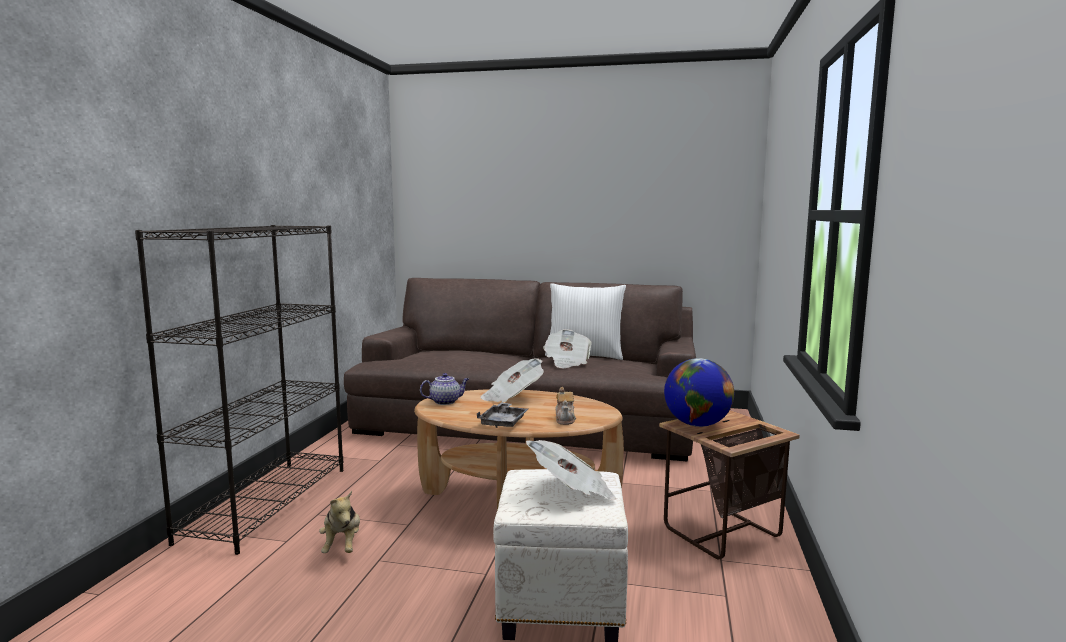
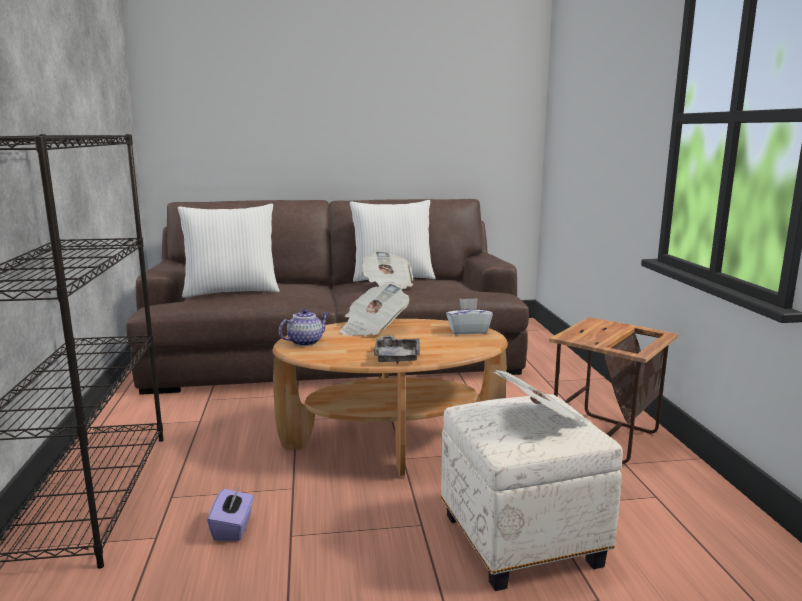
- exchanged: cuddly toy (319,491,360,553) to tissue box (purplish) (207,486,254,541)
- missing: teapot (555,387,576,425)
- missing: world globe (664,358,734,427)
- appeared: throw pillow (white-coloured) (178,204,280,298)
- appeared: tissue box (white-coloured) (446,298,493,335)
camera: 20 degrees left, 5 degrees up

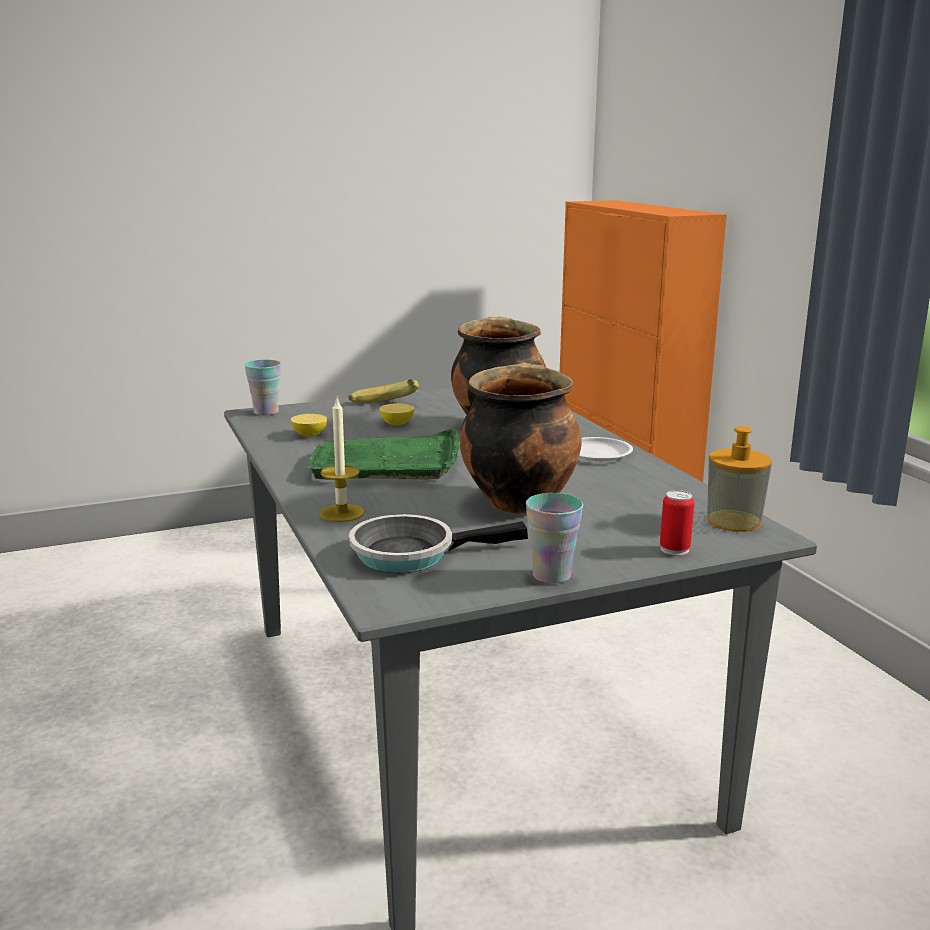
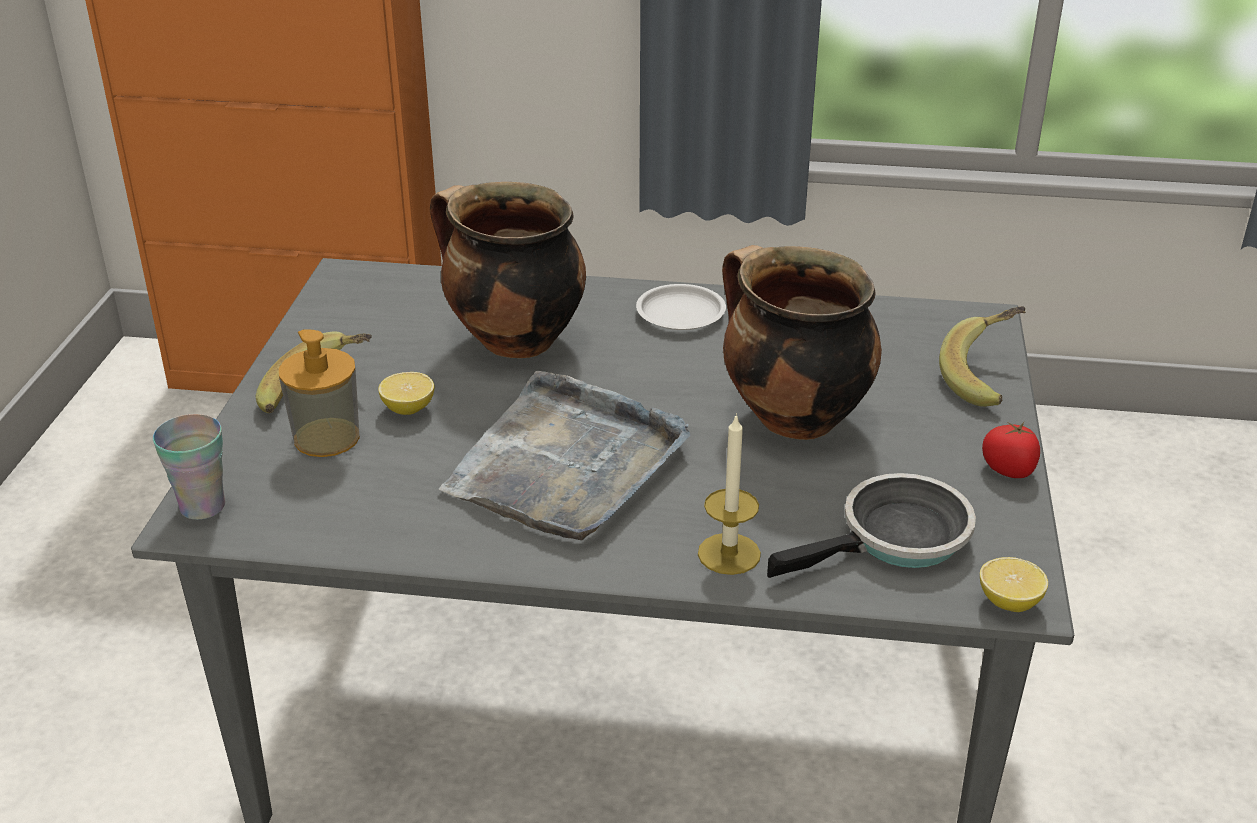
- relocated: lemon (291,414,327,437) to (980,557,1048,612)
- colour: tray (green-coloured) (306,428,460,480) to tray (greyish) (439,371,691,540)
- spun: skillet (349,514,528,573) = (767,473,976,578) 135 degrees counterclockwise
- exchanged: small cup (526,493,583,584) to tomato (982,422,1040,478)
- exchanged: metal can (660,490,694,556) to whole banana (939,306,1026,407)
- relocated: soap dispenser (707,426,772,532) to (279,329,360,457)
camera: 60 degrees left, 15 degrees up

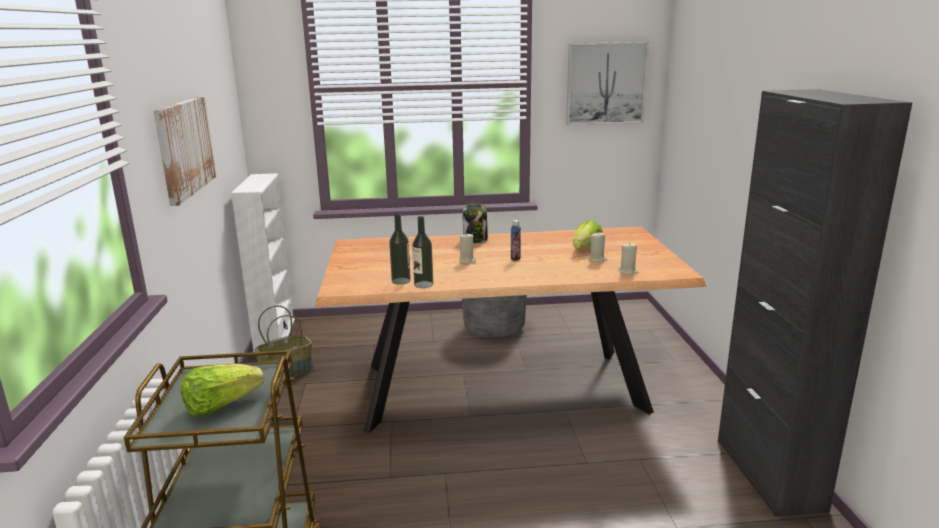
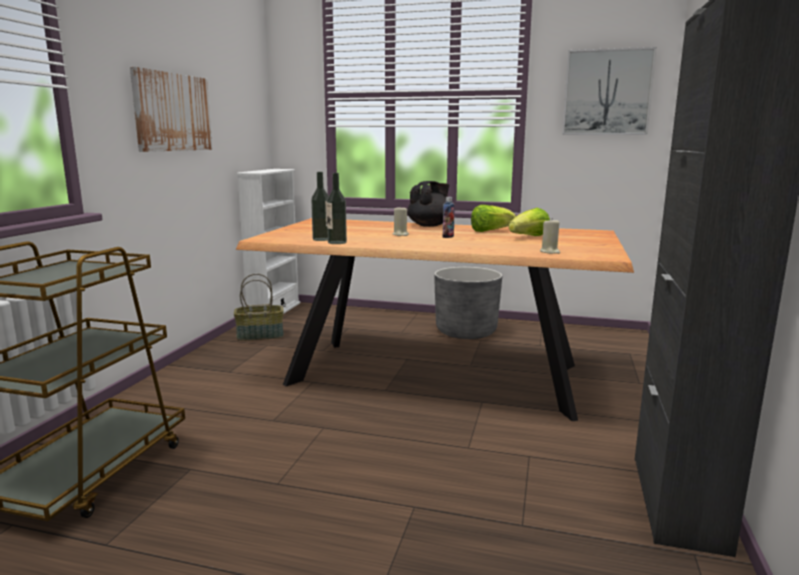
- relocated: head of lettuce (181,364,264,417) to (471,205,516,232)
- exchanged: storage jar (462,203,488,243) to teapot (blackish) (407,181,449,227)
- missing: candle (sand-coloured) (588,232,607,262)
camera: 20 degrees right, 5 degrees down

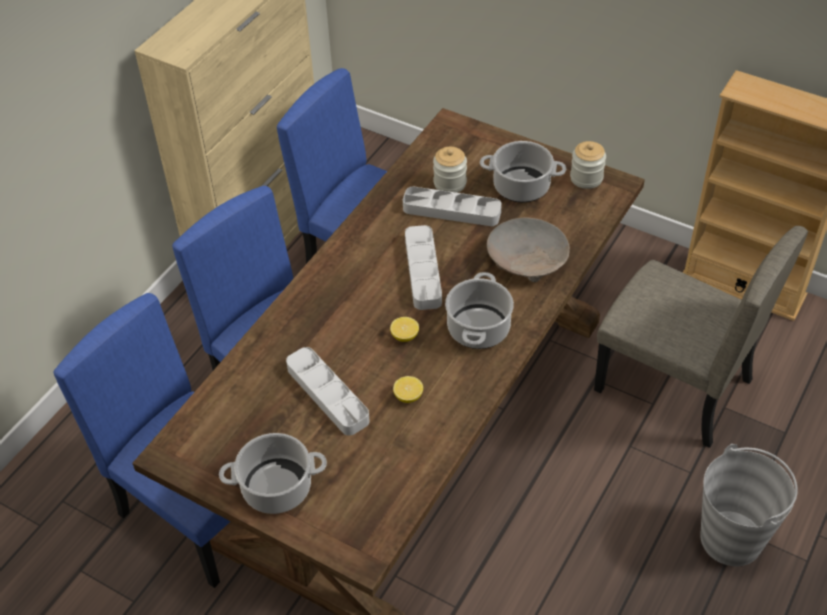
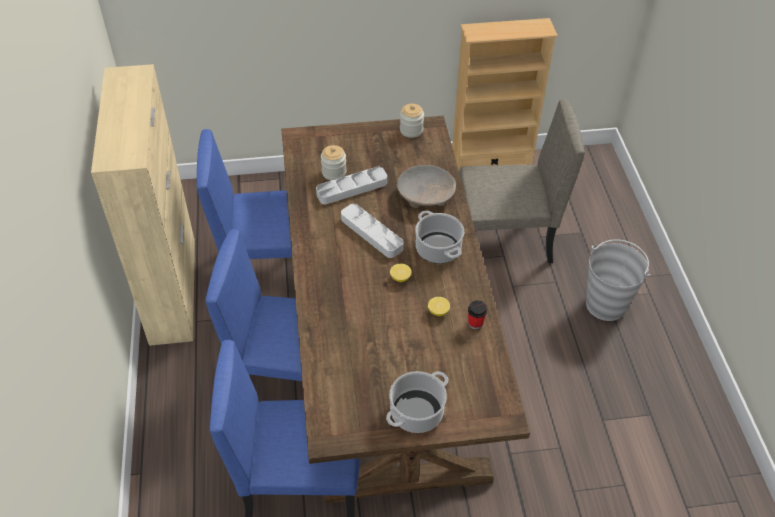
- missing: tray (greyish) (286,347,370,435)
- missing: saucepot (480,141,566,202)
- appeared: small cup (468,300,487,329)
camera: 40 degrees left, 0 degrees up

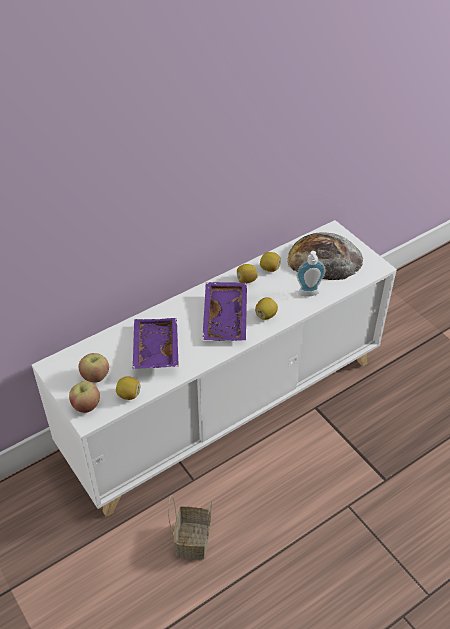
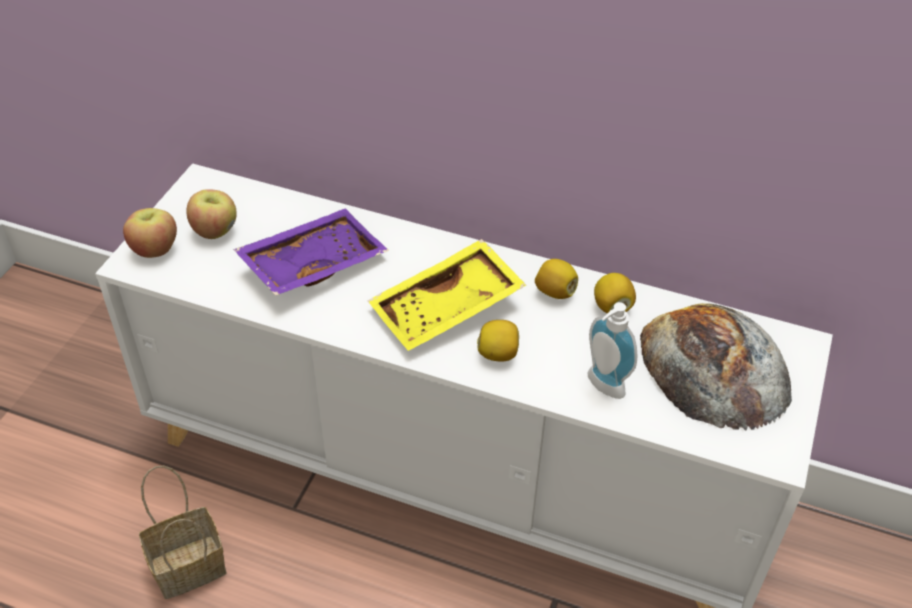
- missing: lemon (116,376,141,400)
- colour: tray (purplish) (202,282,247,341) to tray (yellowish) (368,239,526,351)
camera: 55 degrees right, 0 degrees up

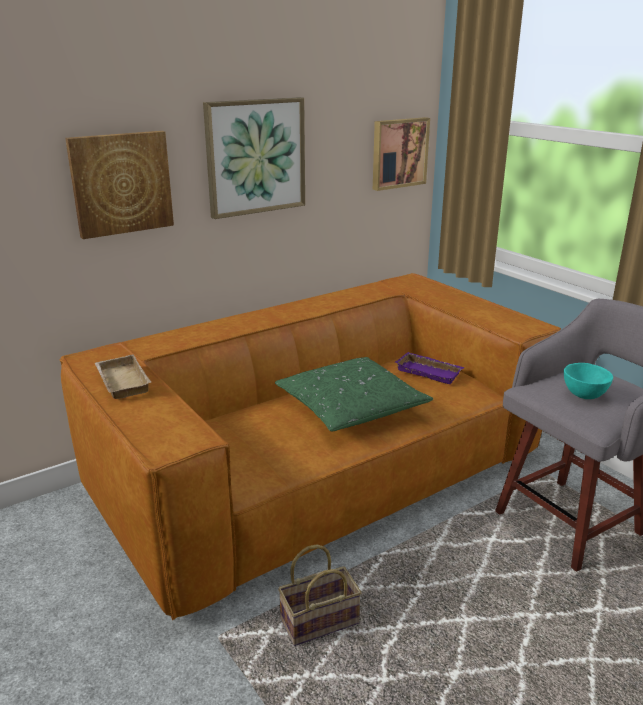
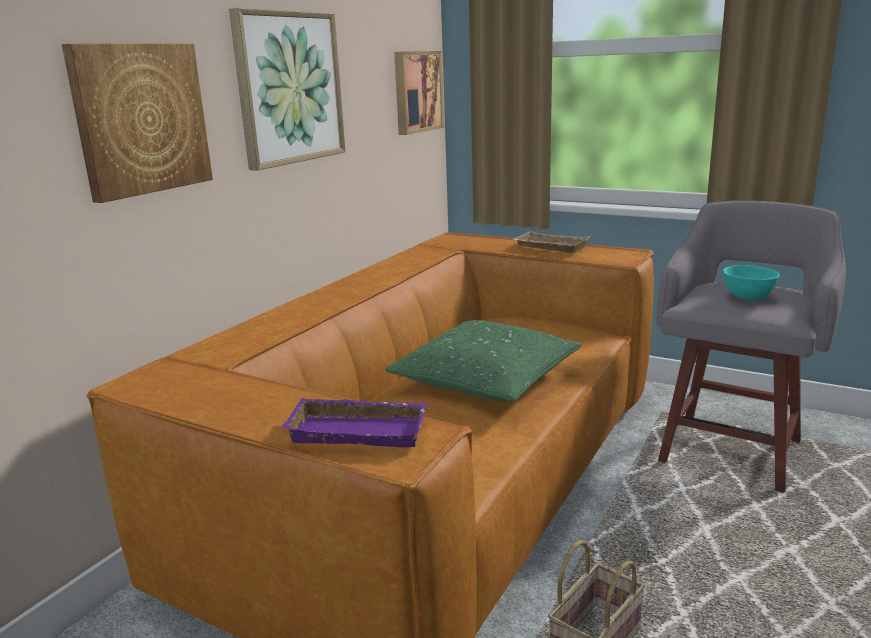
- relocated: tray (sand-coloured) (95,354,151,399) to (512,231,590,253)
- relocated: tray (purplish) (395,352,464,384) to (281,398,427,447)
camera: 25 degrees left, 5 degrees down

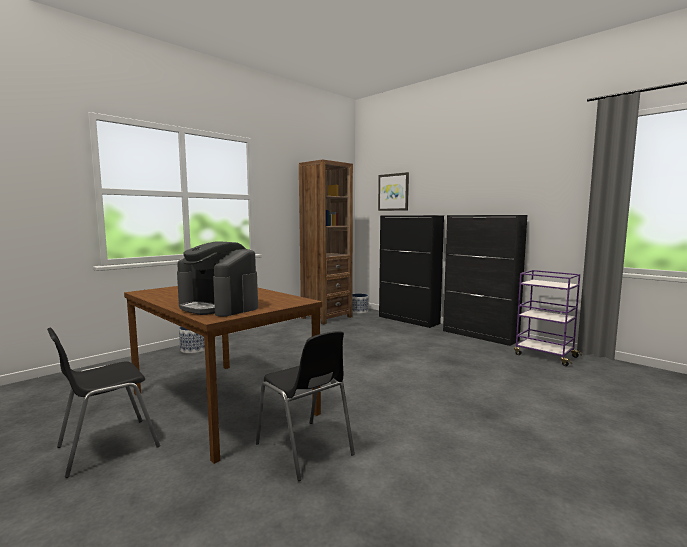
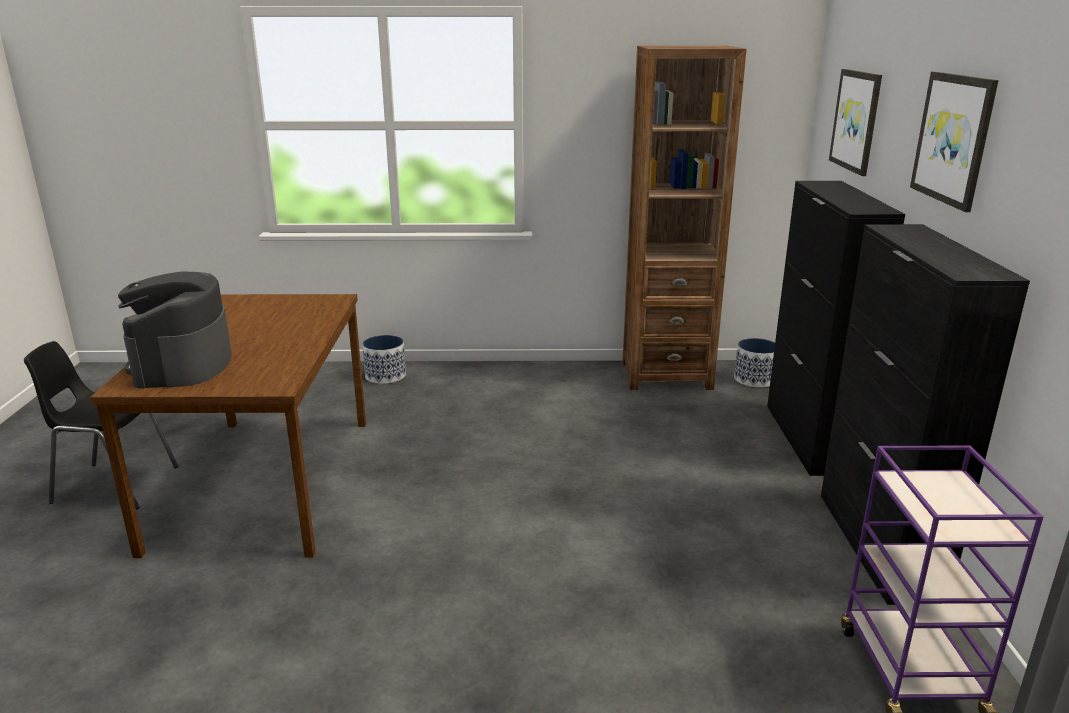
- missing: upright chair (blackish) (256,331,355,481)
- appeared: wall picture (910,72,999,212)
camera: 45 degrees right, 15 degrees up

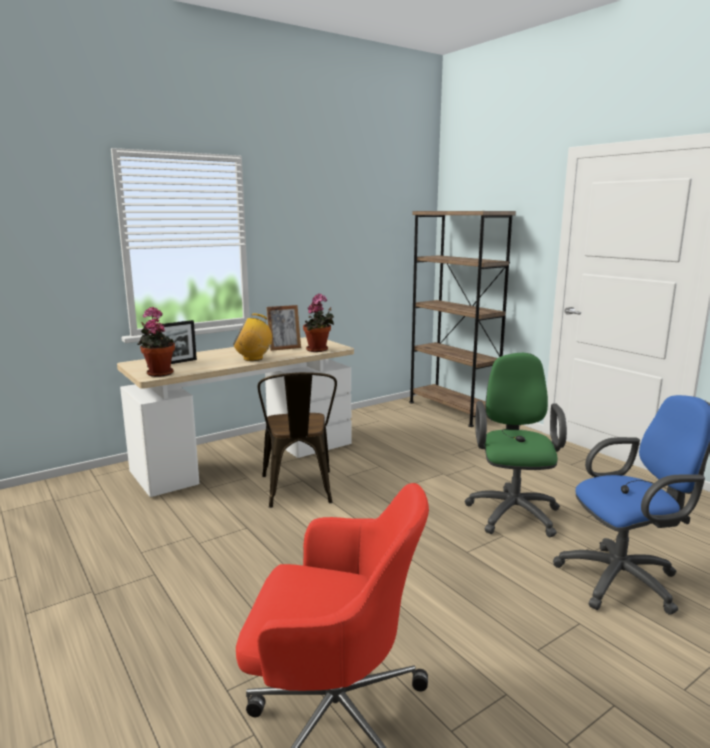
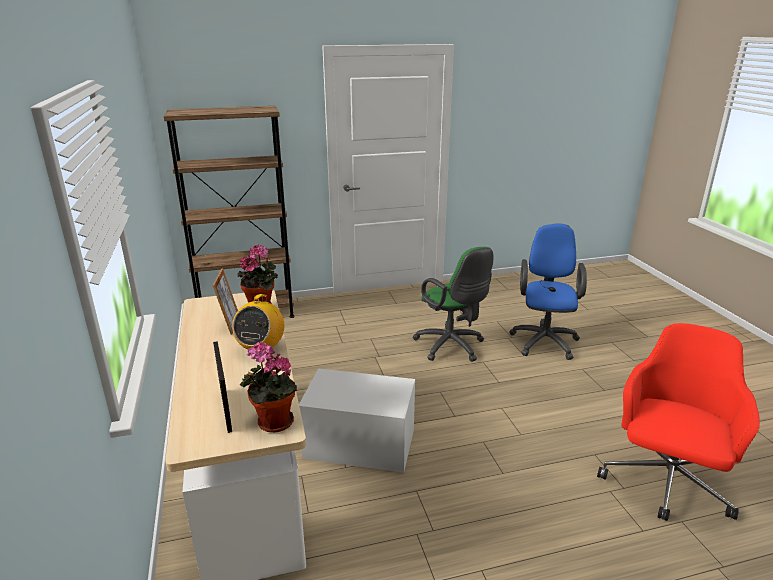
- exchanged: upright chair (brownish) (258,372,337,508) to storage box (white-coloured) (299,368,415,473)
- spun: office chair (green-coloured) (465,353,567,537) = (413,247,493,362) 150 degrees counterclockwise
camera: 70 degrees left, 10 degrees up

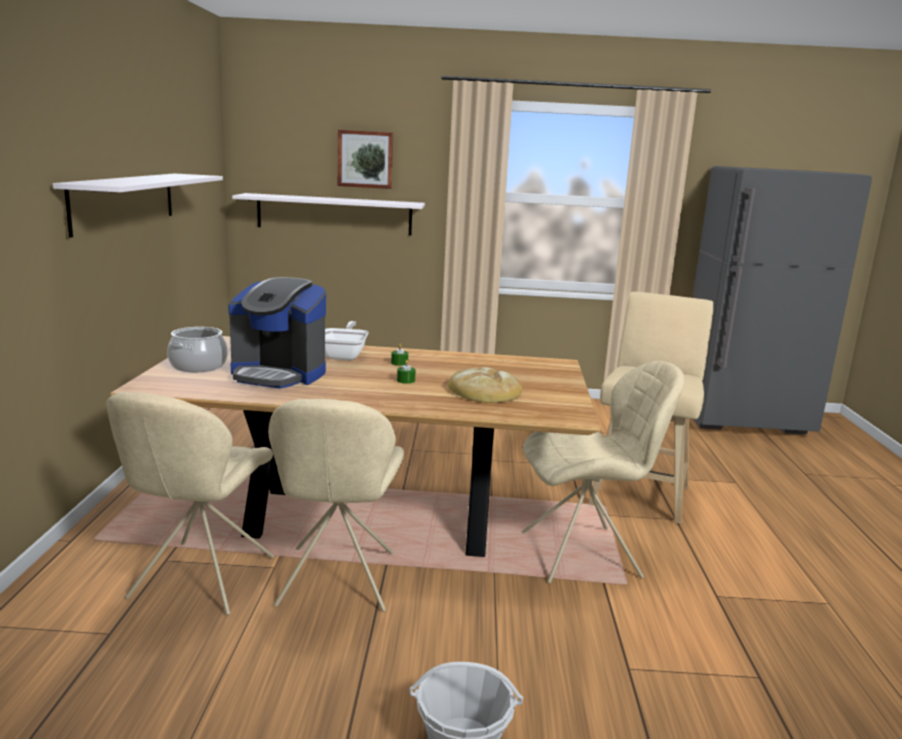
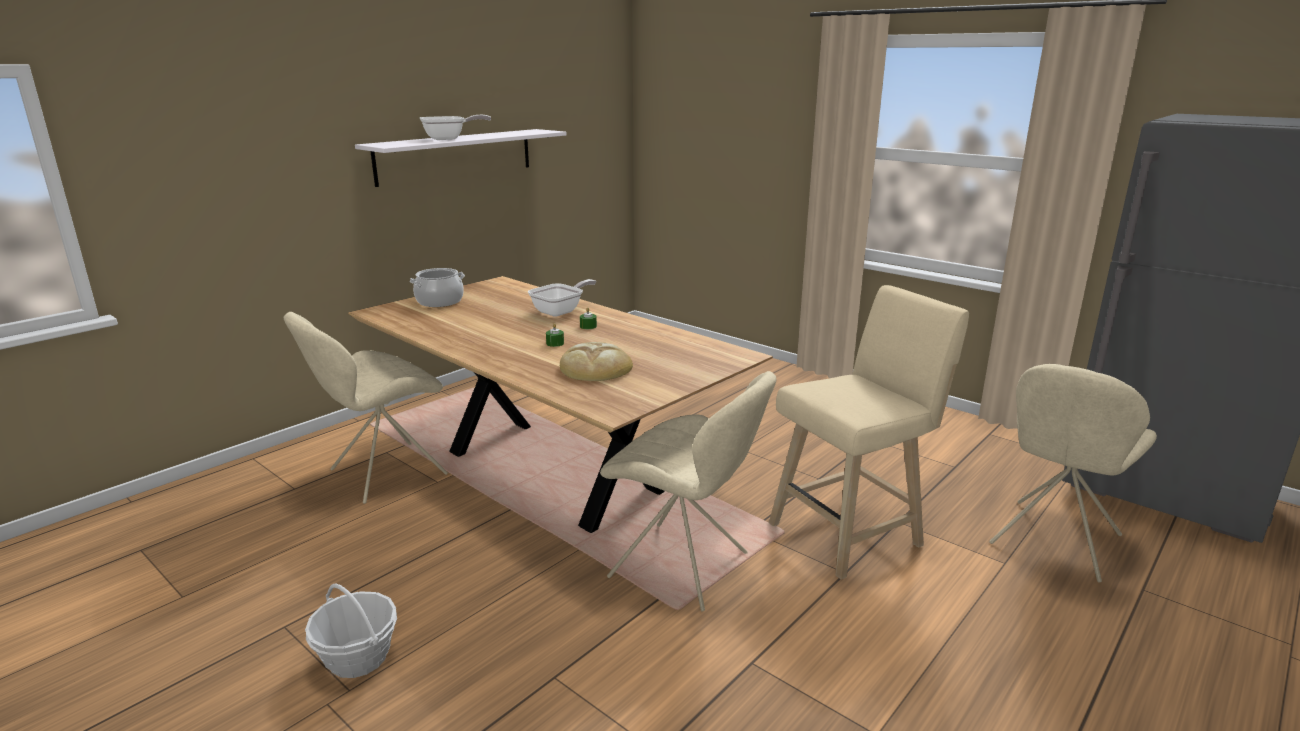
- missing: coffee machine (228,277,326,388)
- missing: wall shelf (white-coloured) (232,193,425,236)
- relocated: upright chair (sand-coloured) (268,399,404,612) to (989,364,1157,582)
- missing: wall picture (338,130,393,189)
- appeared: skillet (420,115,491,140)
camera: 40 degrees right, 5 degrees up

